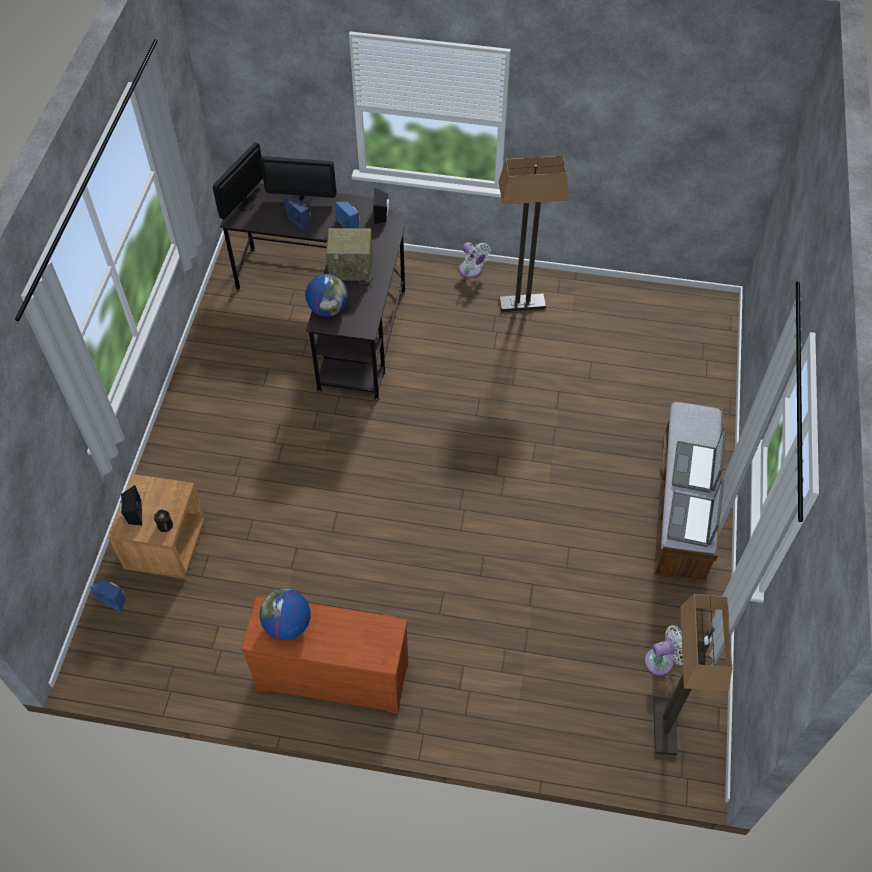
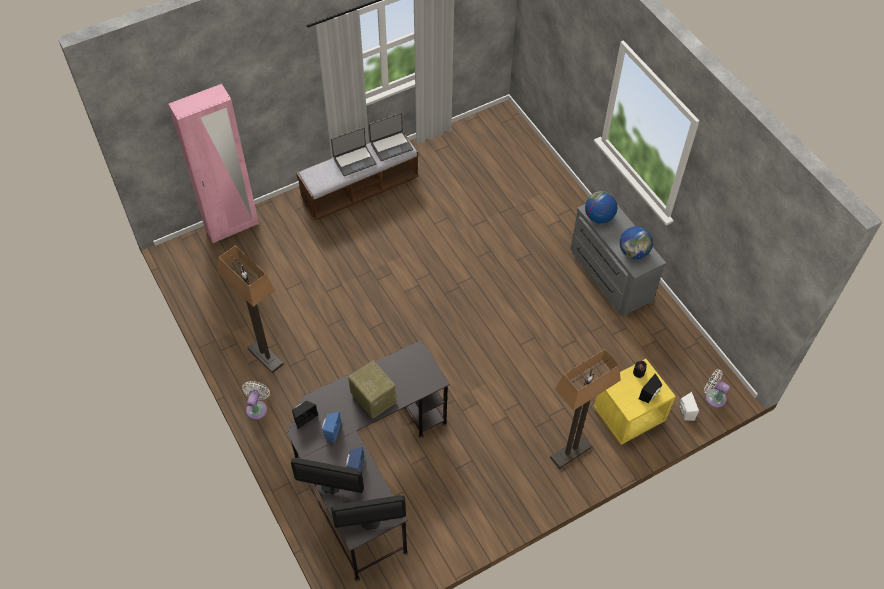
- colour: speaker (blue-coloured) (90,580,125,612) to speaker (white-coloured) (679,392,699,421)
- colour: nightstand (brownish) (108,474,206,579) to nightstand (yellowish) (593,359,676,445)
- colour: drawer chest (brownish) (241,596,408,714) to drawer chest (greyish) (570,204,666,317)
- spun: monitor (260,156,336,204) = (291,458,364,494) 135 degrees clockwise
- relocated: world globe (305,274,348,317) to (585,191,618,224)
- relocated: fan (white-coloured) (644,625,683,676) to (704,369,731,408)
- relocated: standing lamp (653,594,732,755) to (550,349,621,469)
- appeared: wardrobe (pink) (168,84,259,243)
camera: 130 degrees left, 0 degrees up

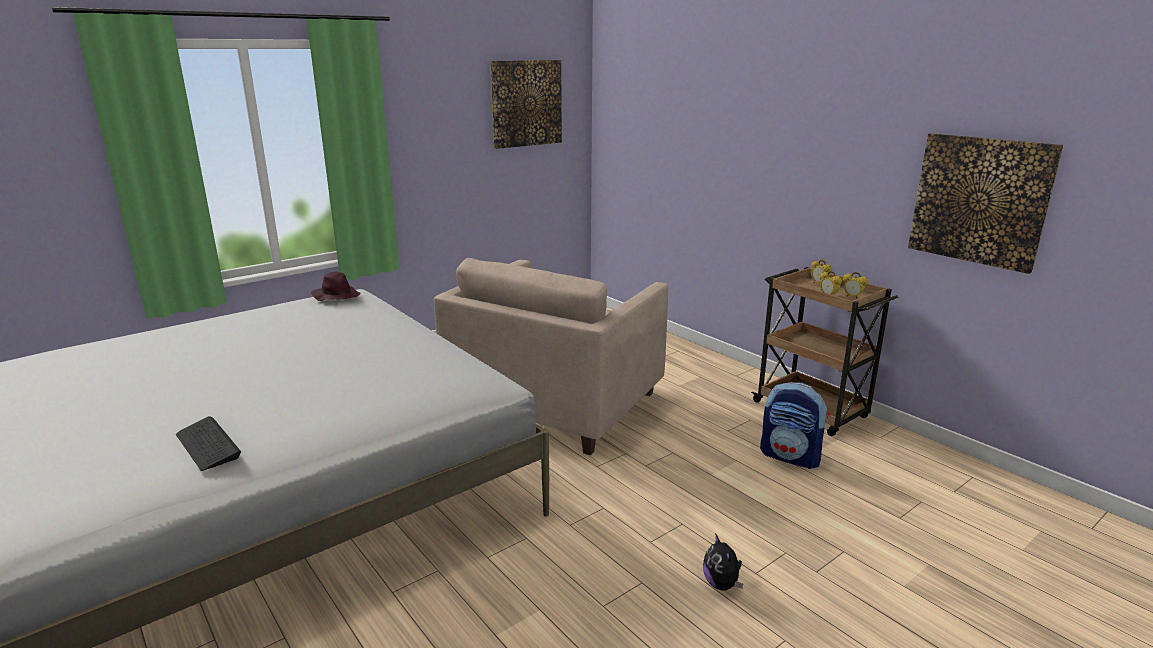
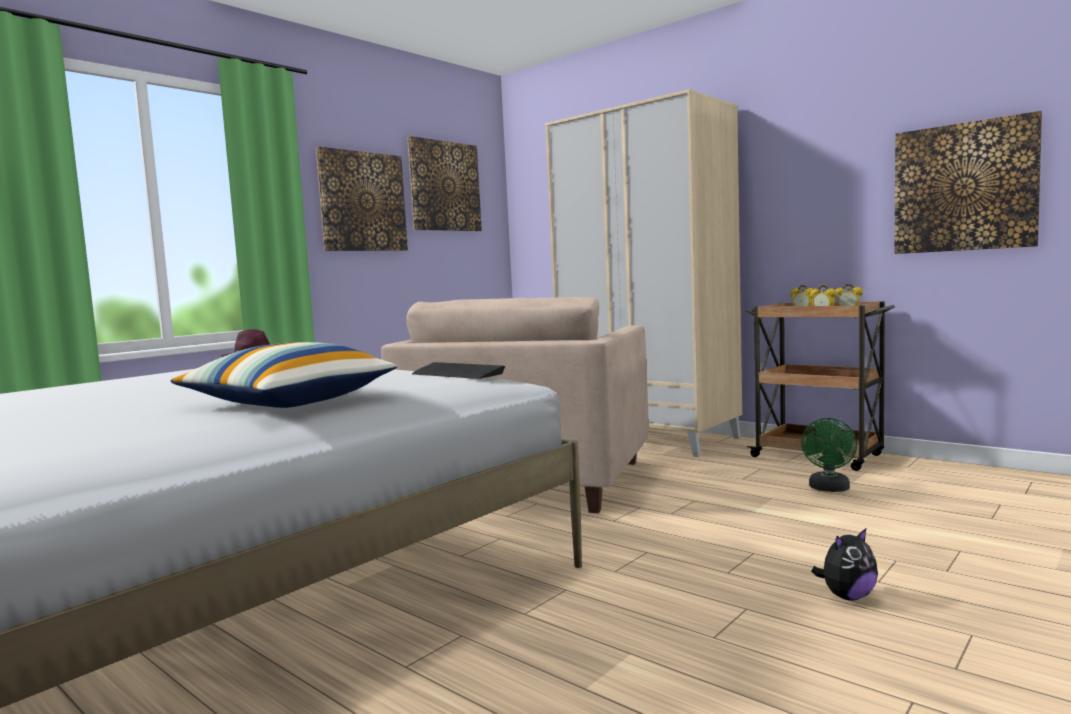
- relocated: computer keyboard (176,416,241,471) to (412,362,505,379)
- spun: cuddly toy (703,533,743,591) = (811,528,878,600) 90 degrees counterclockwise
- exchanged: knapsack (760,382,830,469) to fan (green-coloured) (801,418,857,492)
- appeared: throw pillow (171,342,397,408)
- appeared: wall picture (316,147,408,251)
- appeared: wardrobe (sand-coloured) (545,89,742,457)
camera: 10 degrees left, 15 degrees down

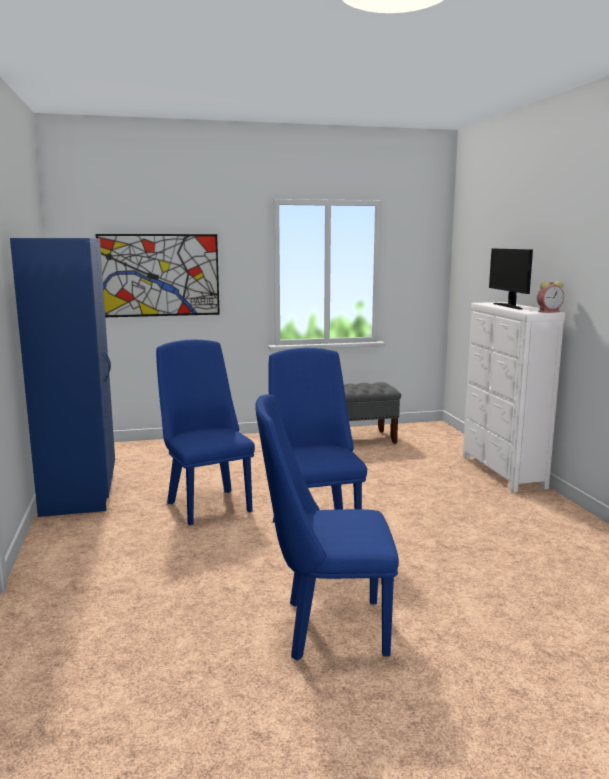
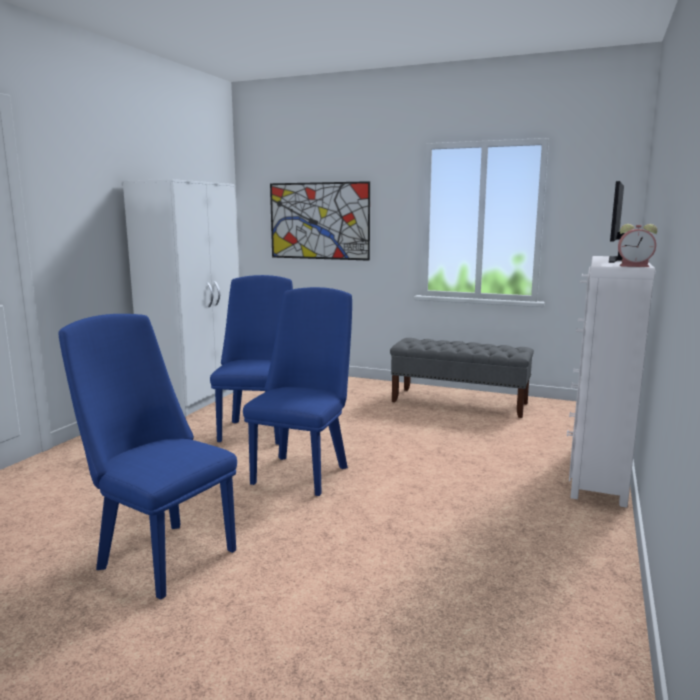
- colour: wardrobe (blue-coloured) (10,238,115,517) to wardrobe (white-coloured) (123,179,238,417)
camera: 35 degrees right, 0 degrees up

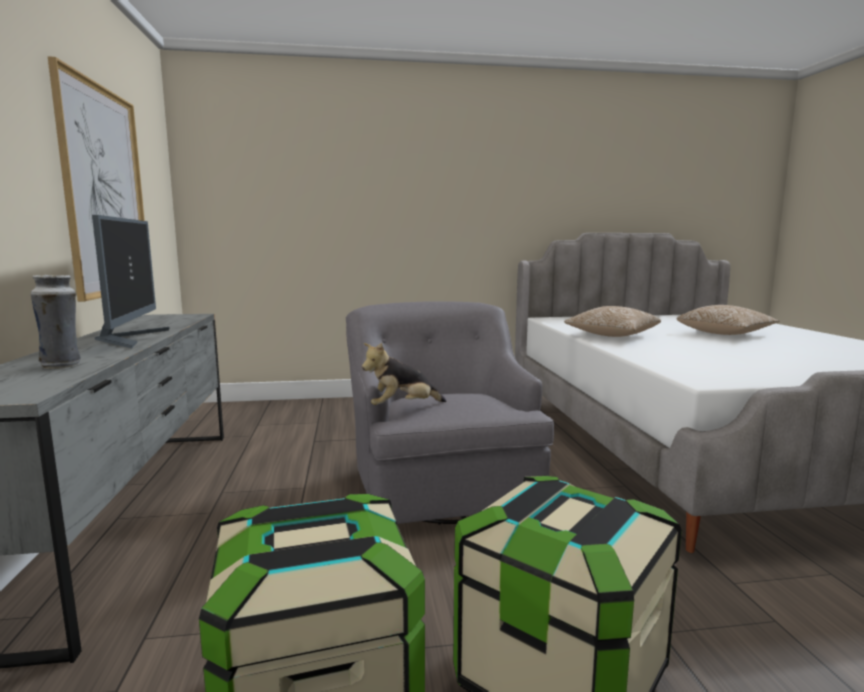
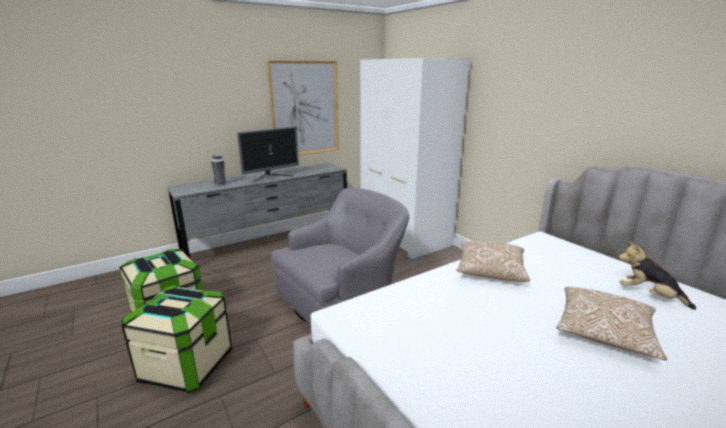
- relocated: cuddly toy (362,343,446,405) to (619,241,696,310)
- appeared: wardrobe (white-coloured) (360,58,470,259)
camera: 65 degrees right, 10 degrees up

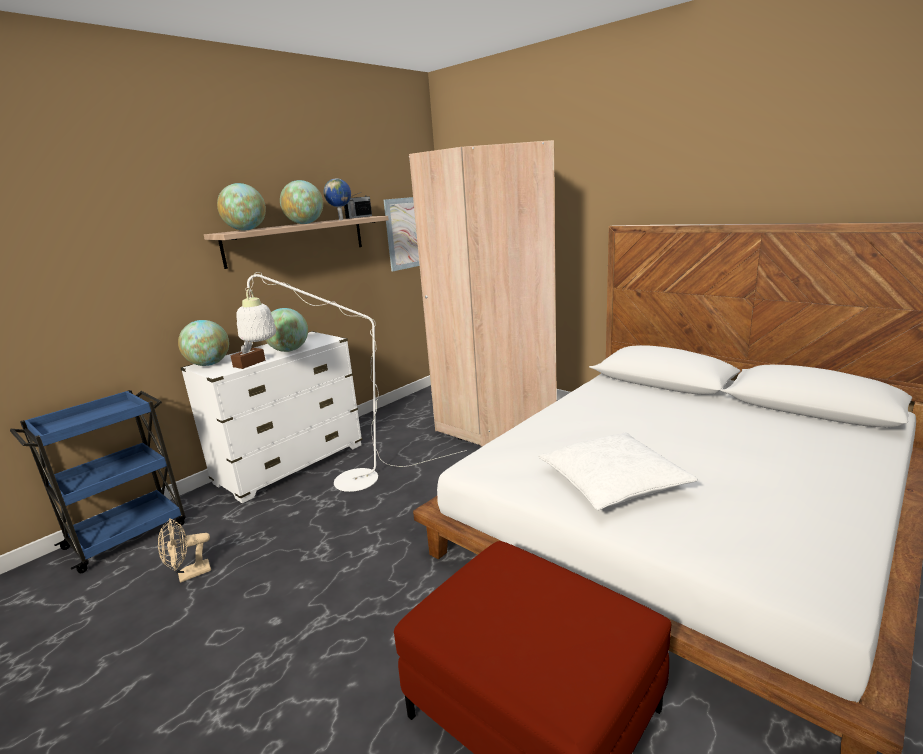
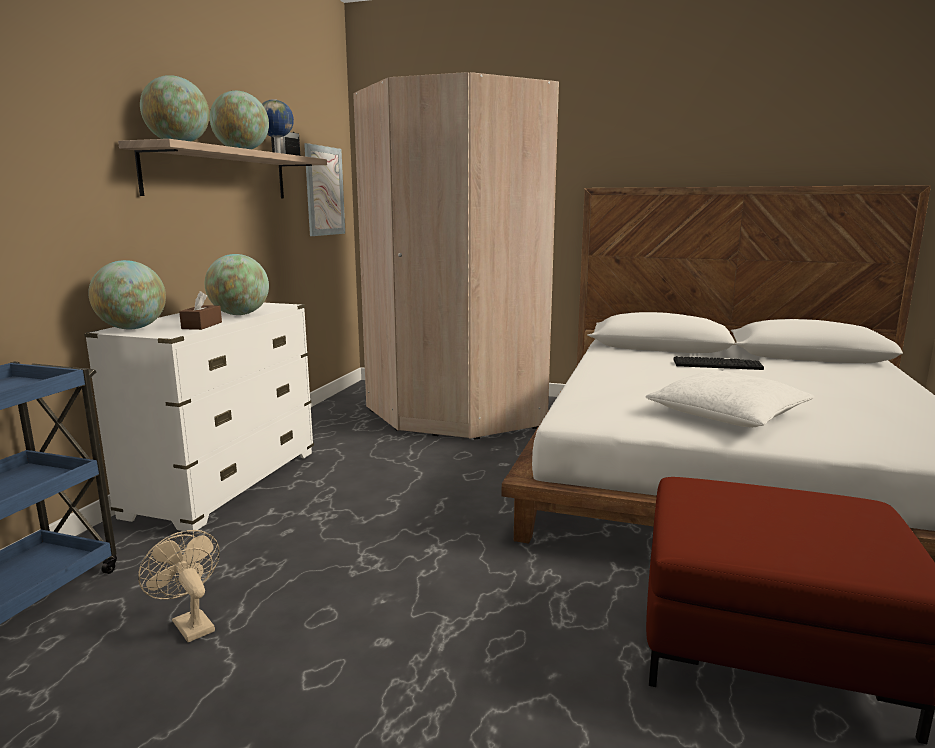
- spun: fan (sand-coloured) (158,519,211,583) = (138,530,220,642) 105 degrees clockwise
- missing: standing lamp (white-coloured) (236,272,467,492)
- appeared: computer keyboard (674,356,764,370)
camera: 25 degrees left, 5 degrees down

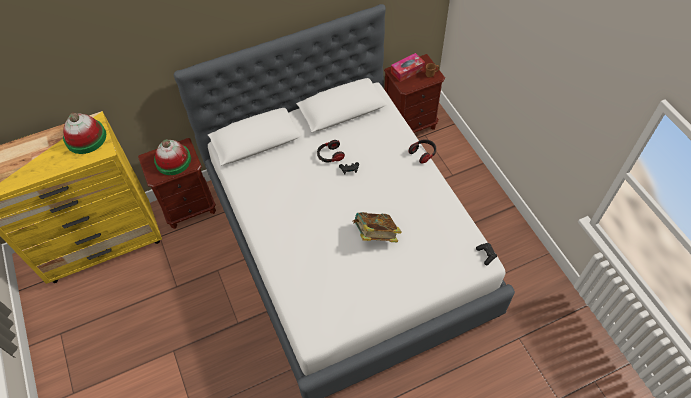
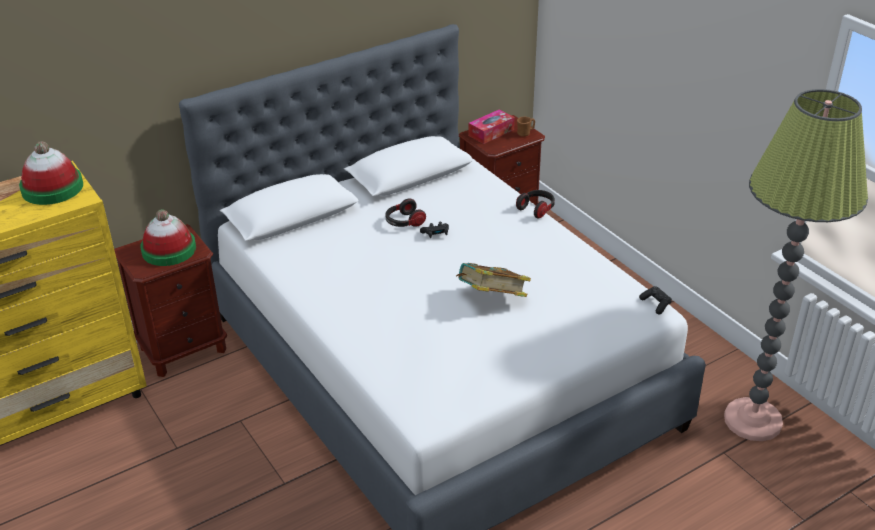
- appeared: standing lamp (724,89,868,441)
camera: 10 degrees left, 20 degrees down

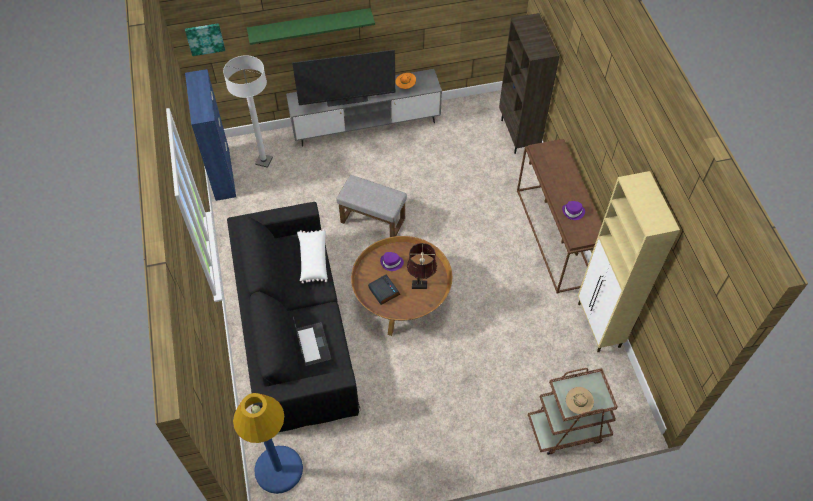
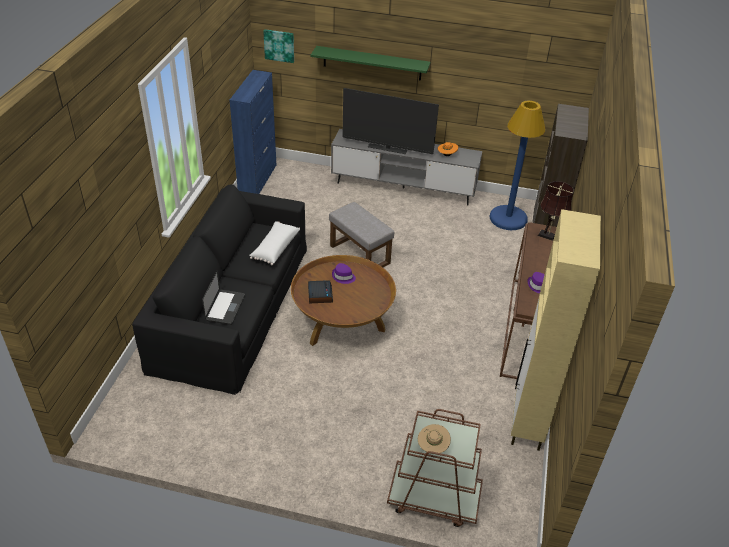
- missing: standing lamp (white-coloured) (223,55,273,168)
- relocated: standing lamp (blue-coloured) (233,393,303,494) to (490,101,545,230)
- relocated: tabletop lamp (brownish) (407,243,437,289) to (538,181,574,241)
camera: 25 degrees right, 15 degrees down

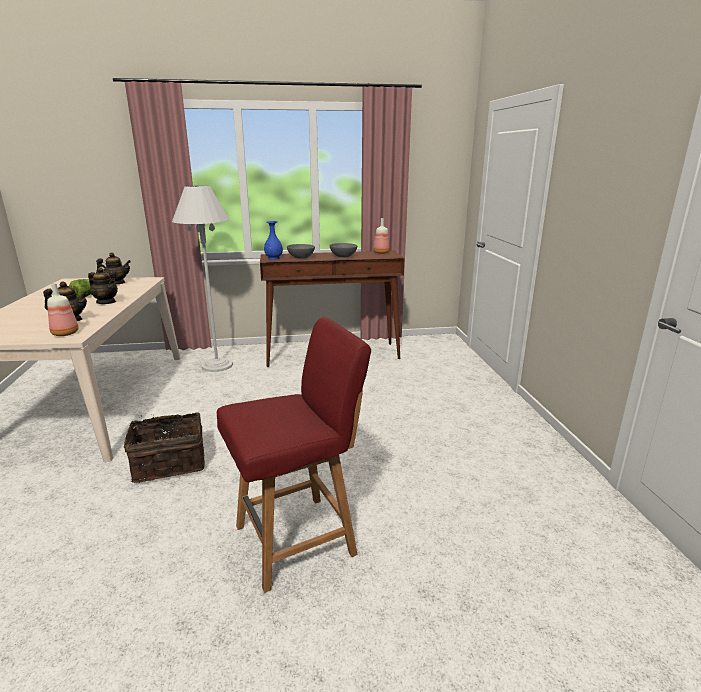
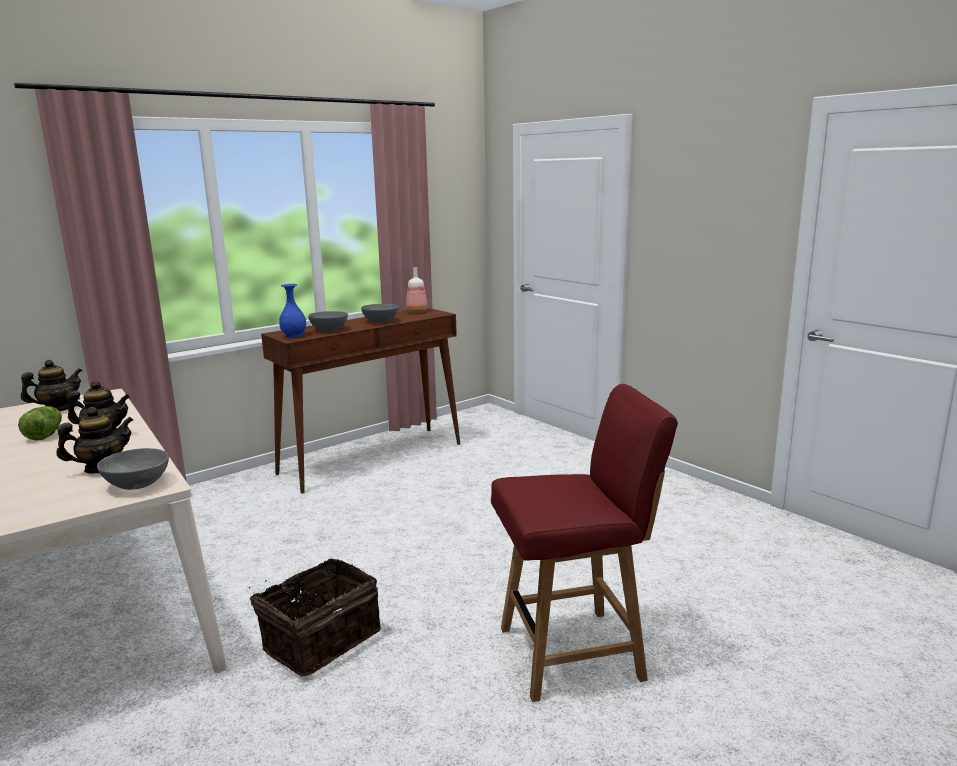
- exchanged: bottle (47,283,79,336) to bowl (greyish) (97,448,169,490)
- missing: standing lamp (white-coloured) (172,186,233,372)
- spun: upright chair (reddish) (217,317,371,593) = (491,384,678,702) 45 degrees clockwise
camera: 30 degrees left, 5 degrees down

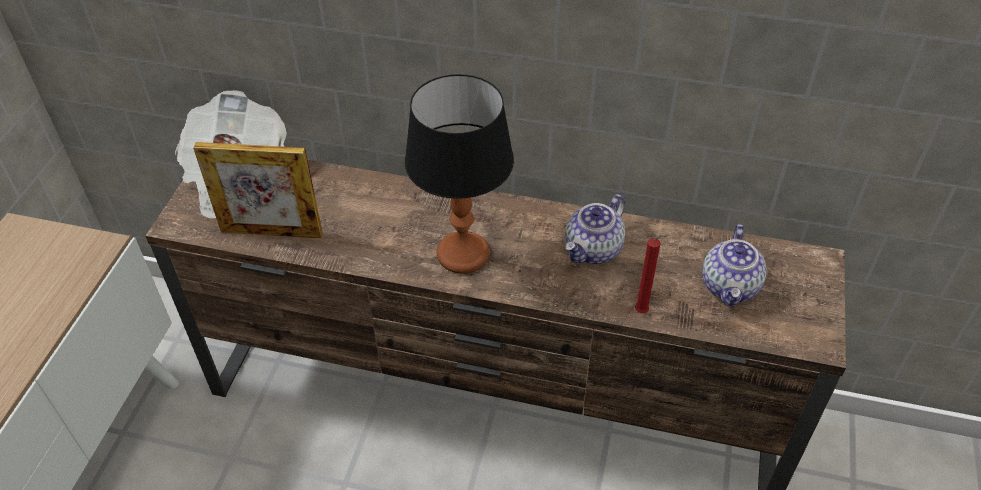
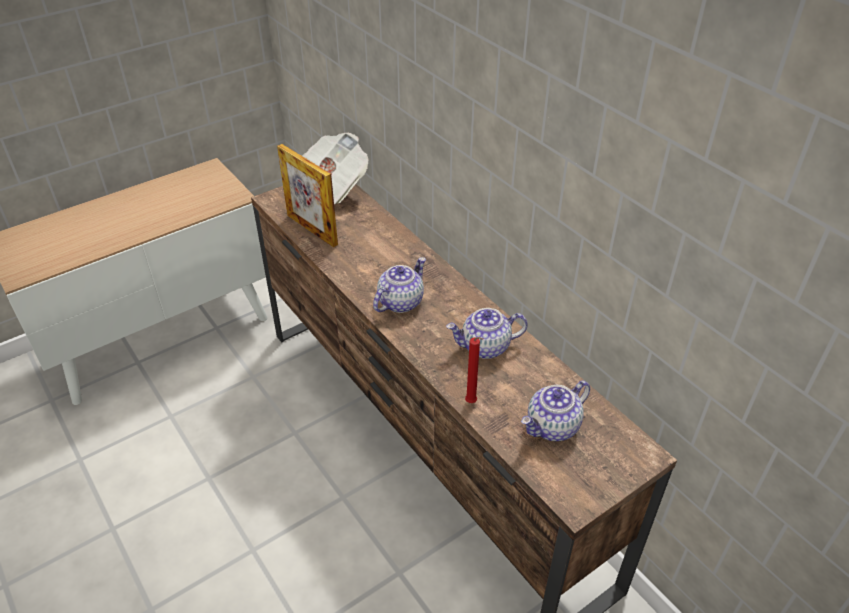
- exchanged: tabletop lamp (405,74,514,274) to teapot (373,257,426,313)
camera: 40 degrees right, 5 degrees down

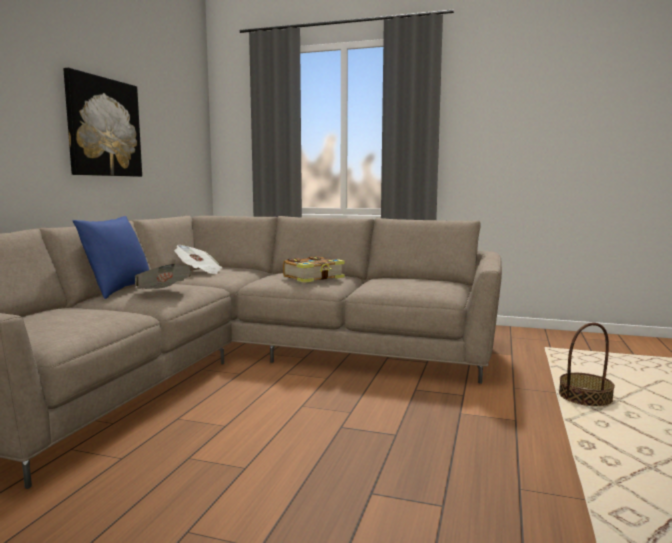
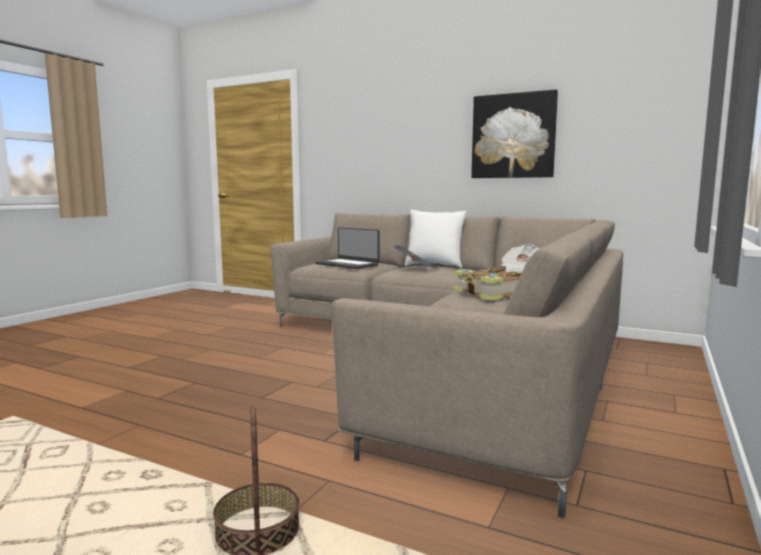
- colour: throw pillow (blue-coloured) (73,216,149,299) to throw pillow (white-coloured) (405,210,467,268)
- appeared: portable computer (315,227,379,269)
camera: 100 degrees right, 0 degrees up

